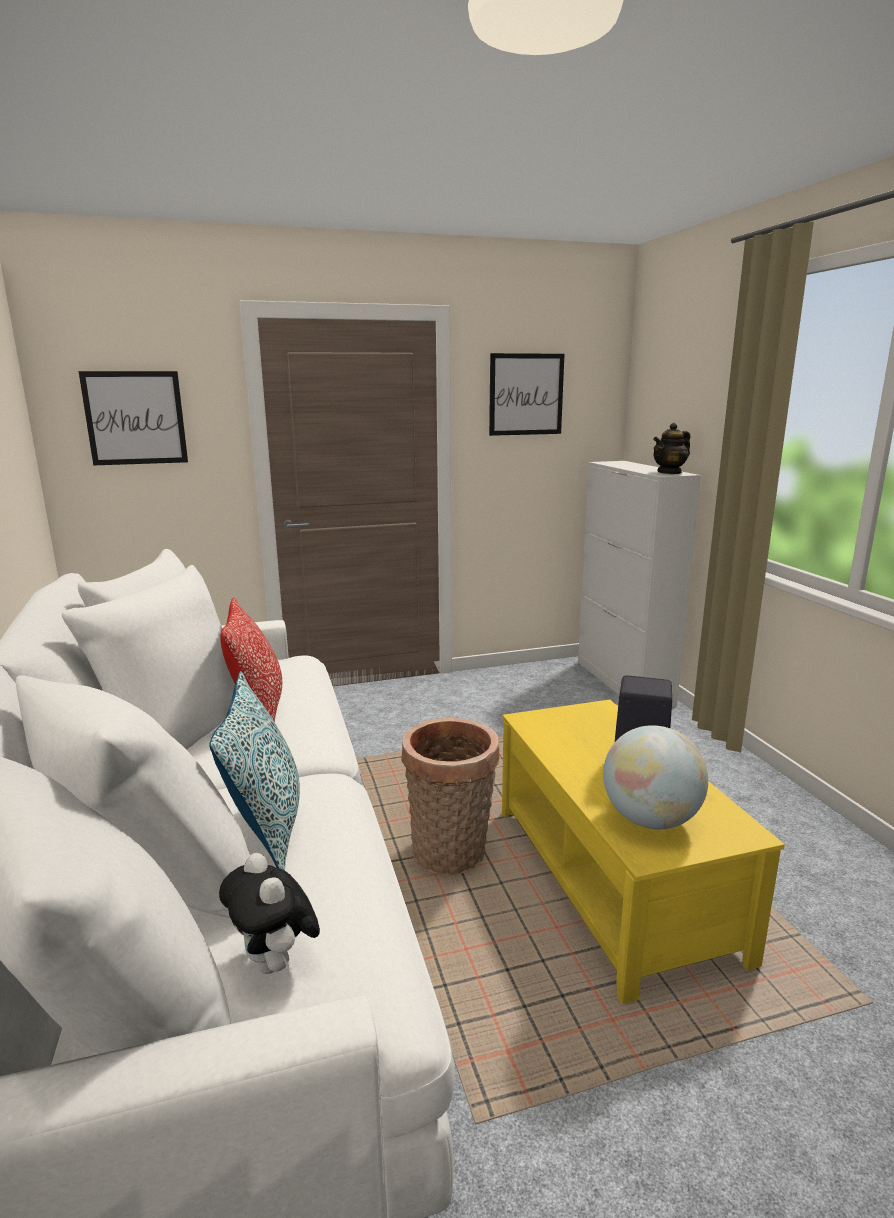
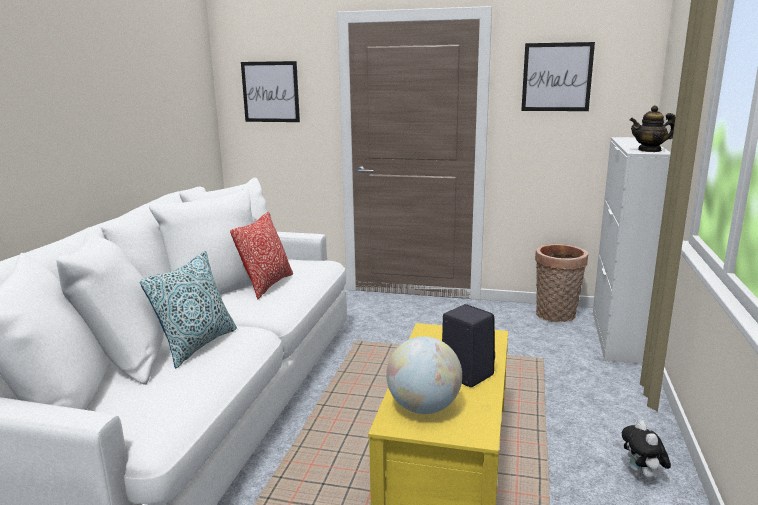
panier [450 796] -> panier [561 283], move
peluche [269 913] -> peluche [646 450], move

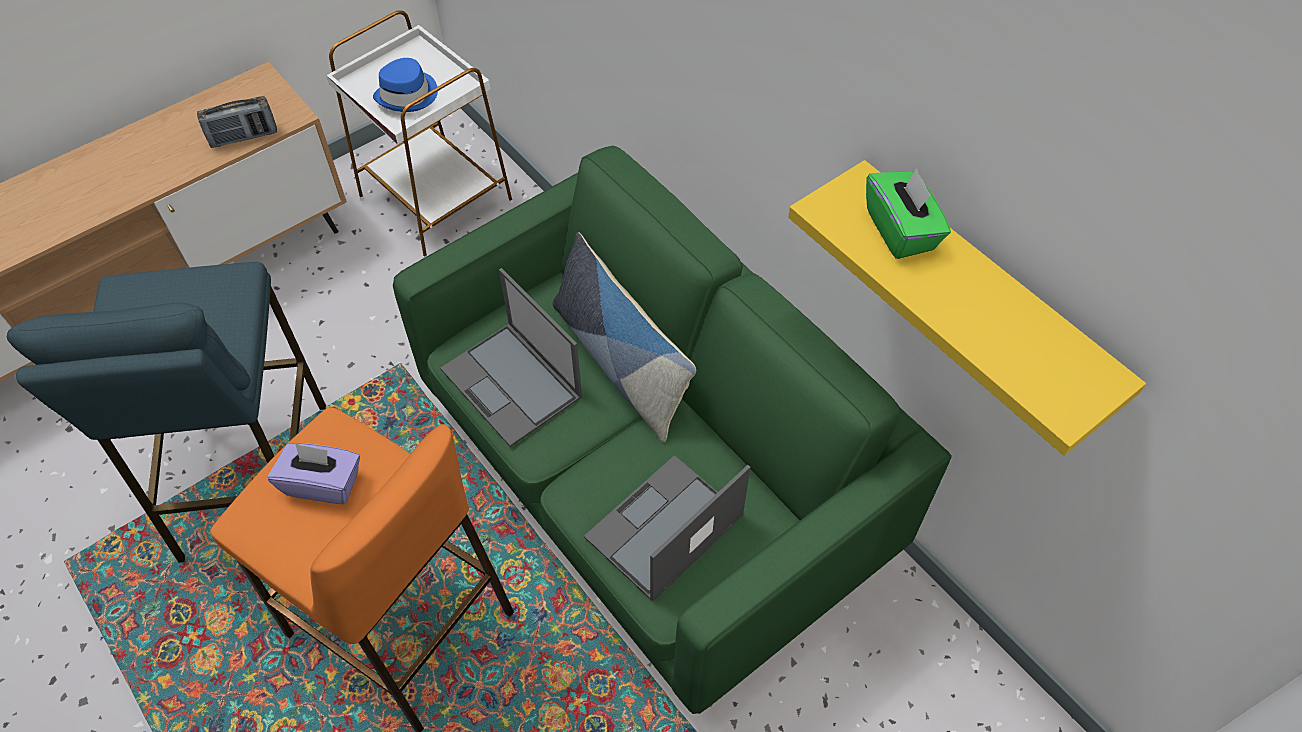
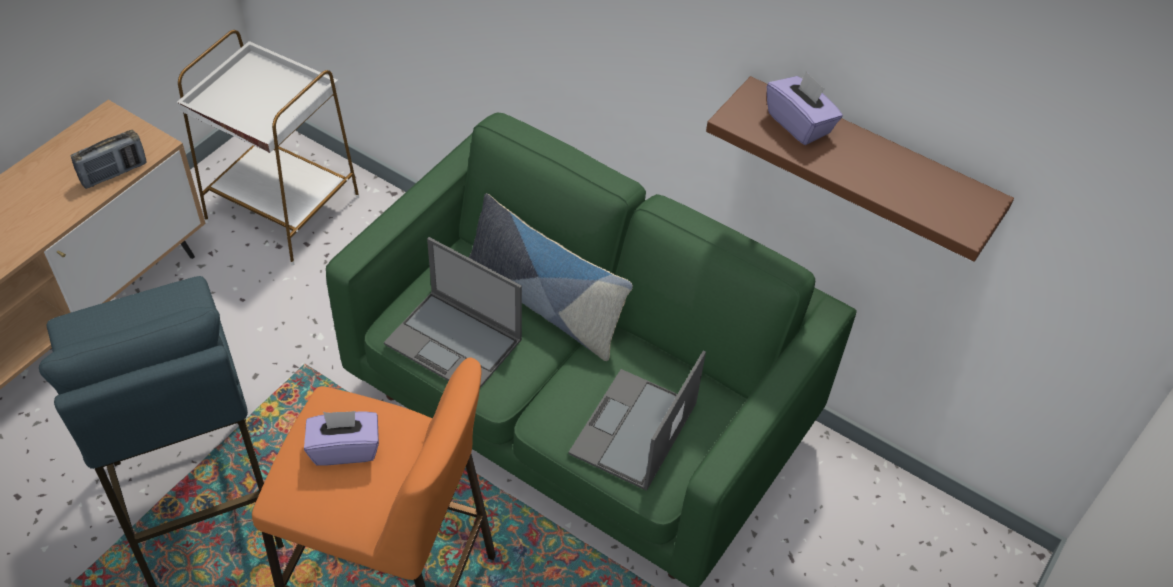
étagère (jaune) [967 308] -> étagère (marron) [860 169]
boîte à mouchoirs (vert) [908 213] -> boîte à mouchoirs (violet) [805 108]
chapeau (bleu) [405 85] -> none

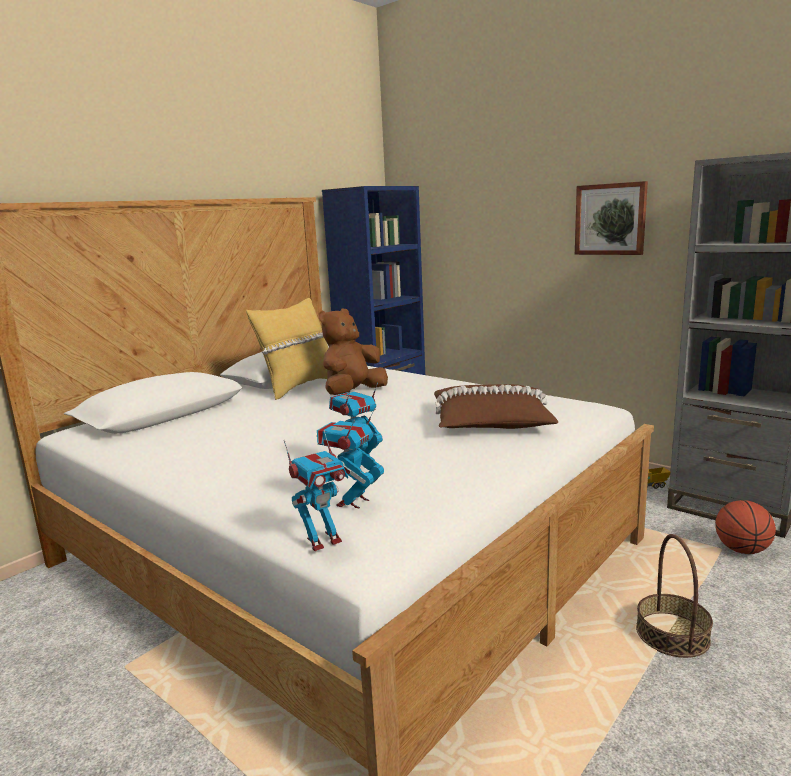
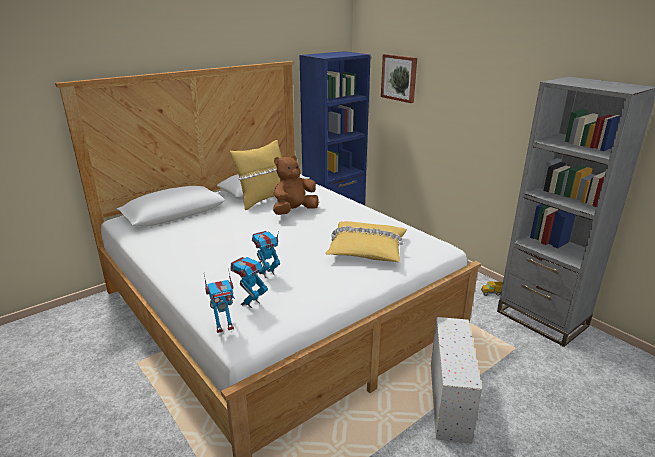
coussin (marron) [496 406] -> coussin (jaune) [366 241]
tableau [611 218] -> tableau [399 78], move
panier [674 596] -> boîte de rangement (blanc) [456 380]
ballon de basket [745 527] -> none

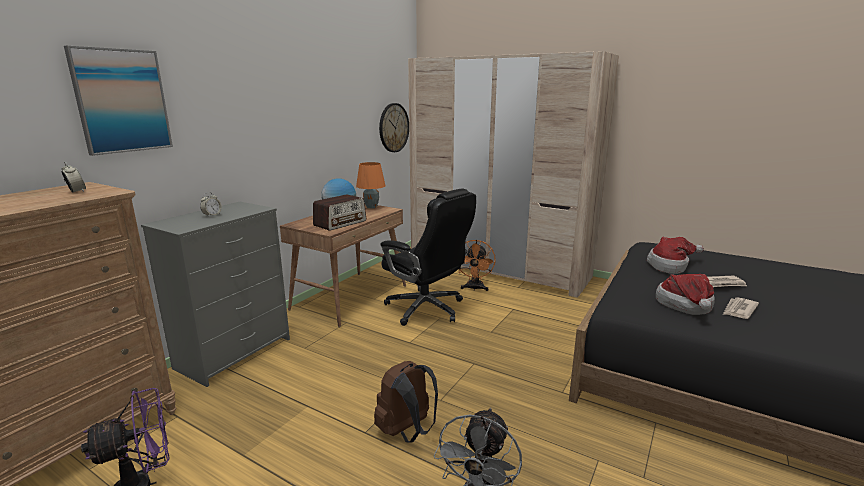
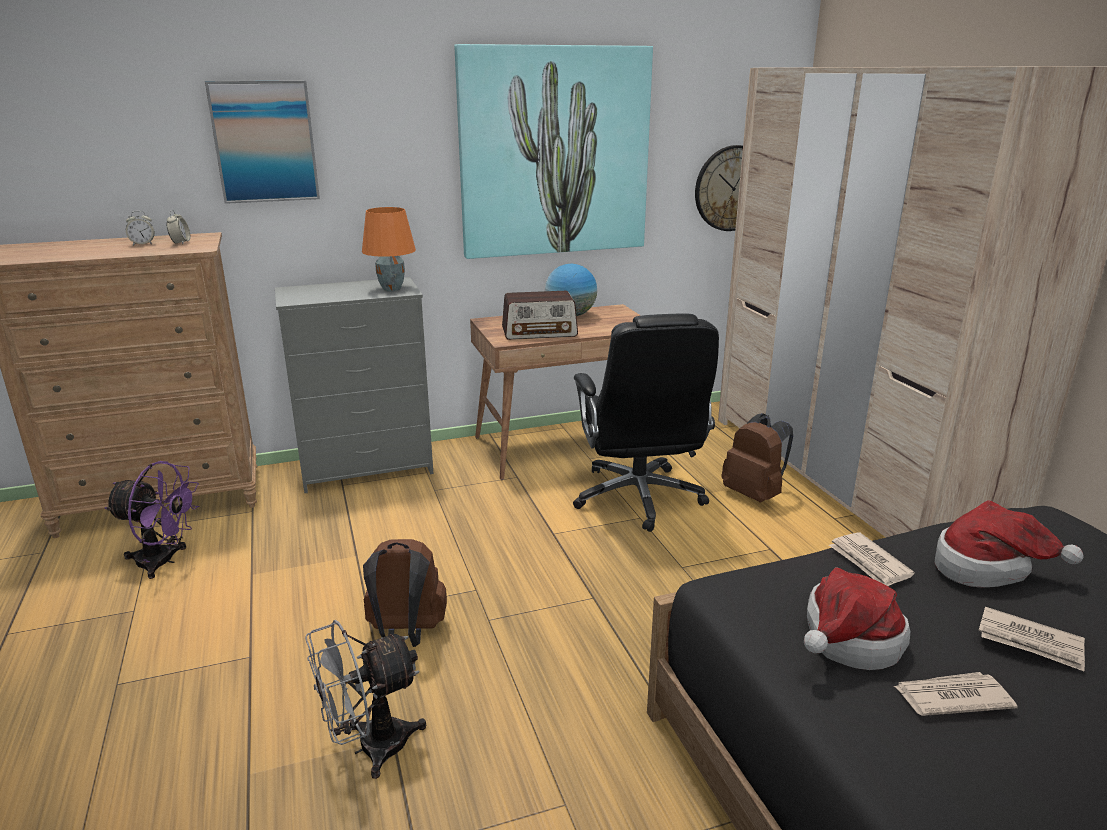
réveil [211 204] -> réveil [140 228], move
lampe de table (orange) [371 185] -> lampe de table (orange) [389 249], move
none -> tableau [554 151]
ventilateur (orange) [477 265] -> sac à dos (marron) [757 457]
none -> journal [872 559]

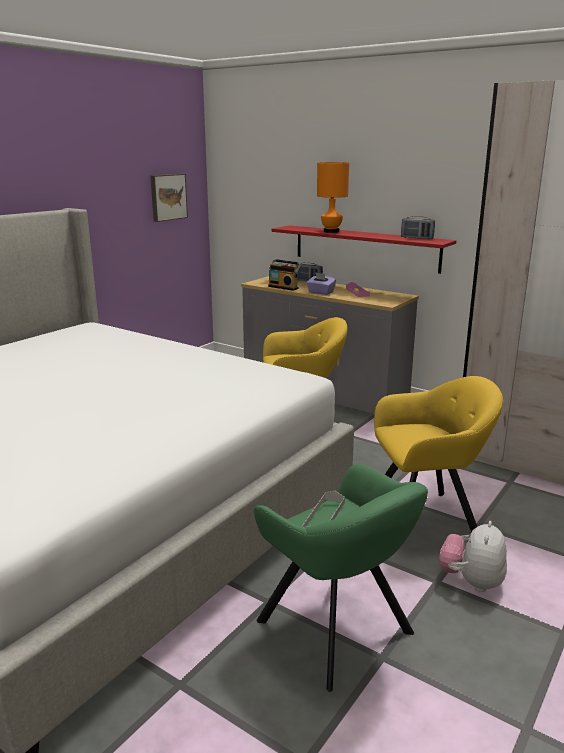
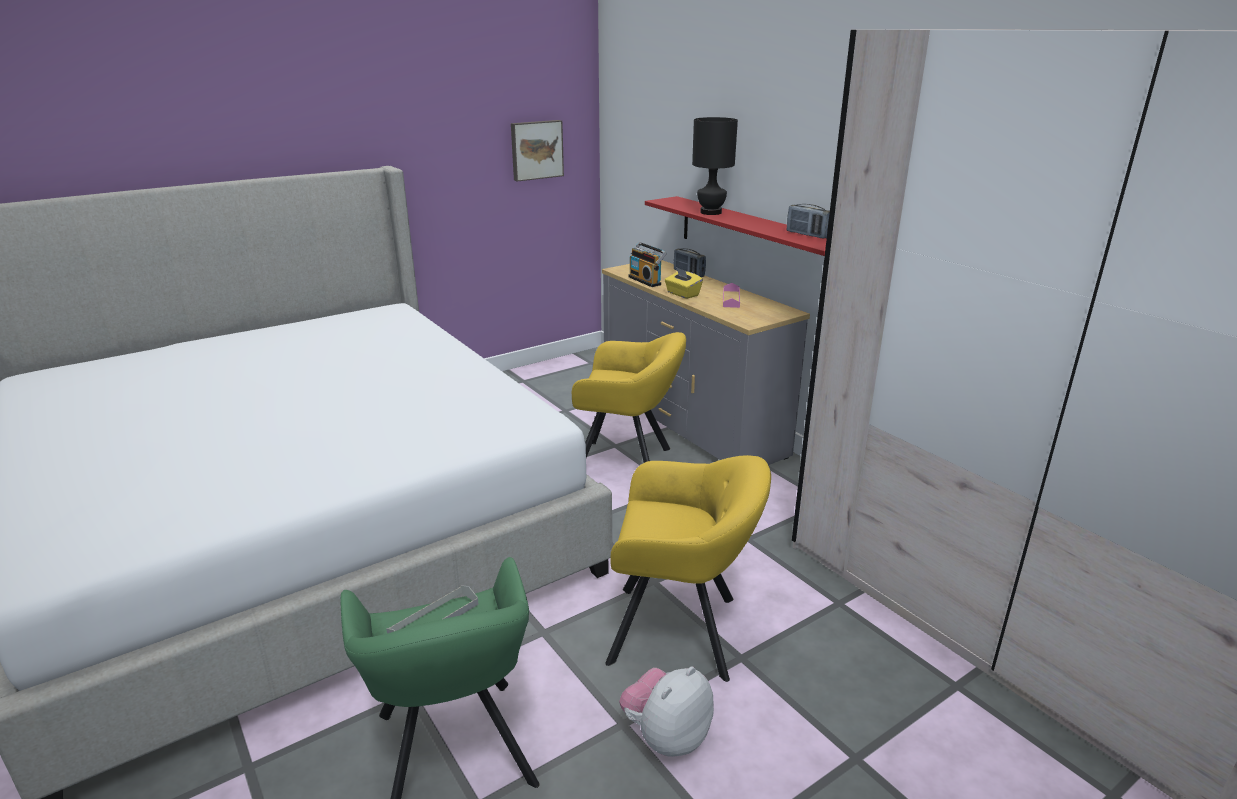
boîte à mouchoirs (violet) [321 283] -> boîte à mouchoirs (jaune) [683 283]
lampe de table (orange) [333 197] -> lampe de table (noir) [715 166]

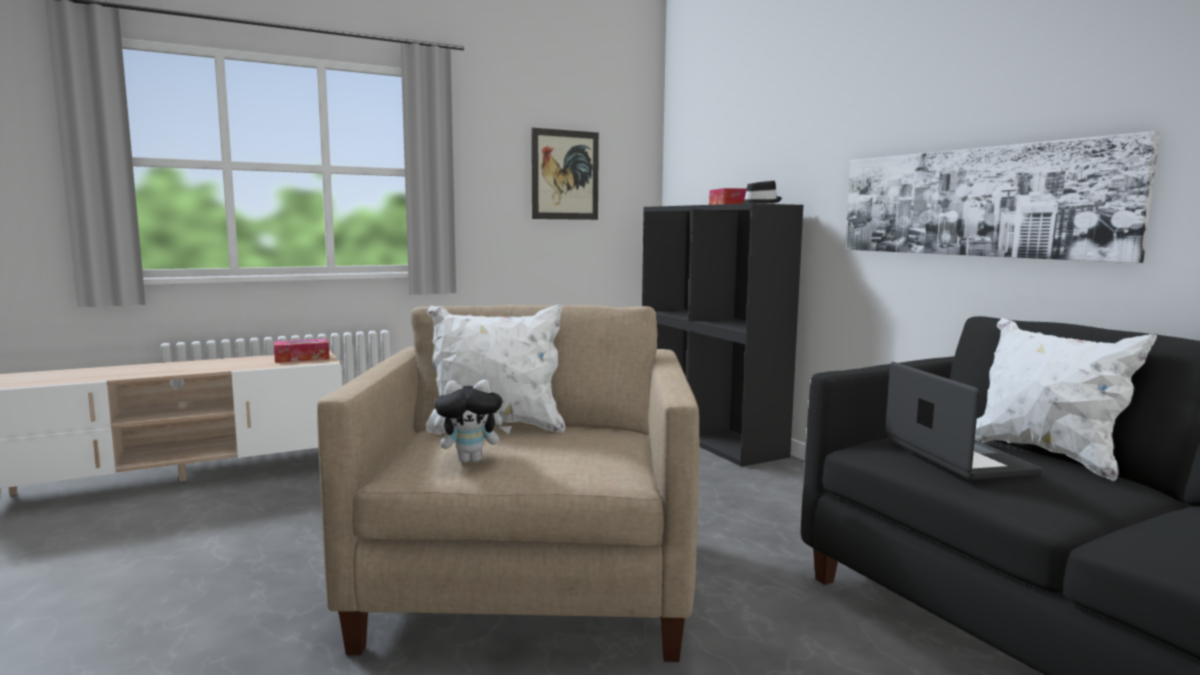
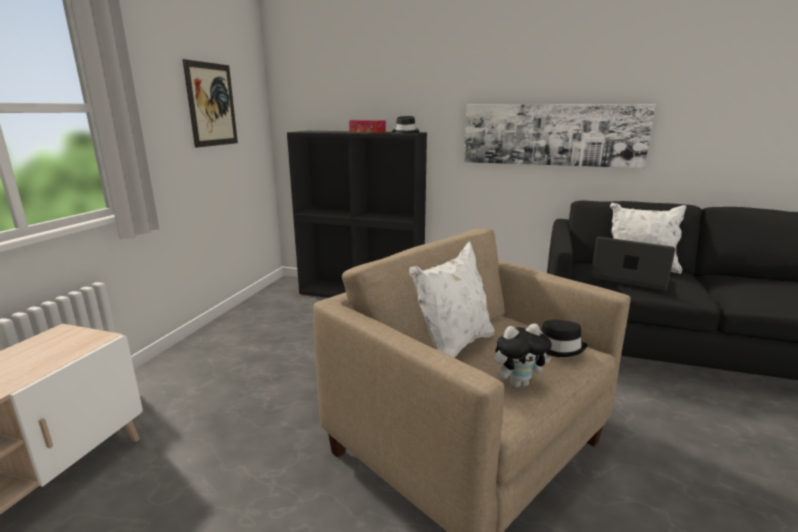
peluche [473 421] -> peluche [523 356], 45 degrees clockwise
none -> chapeau (noir) [563 338]
boîte à mouchoirs [301 351] -> none

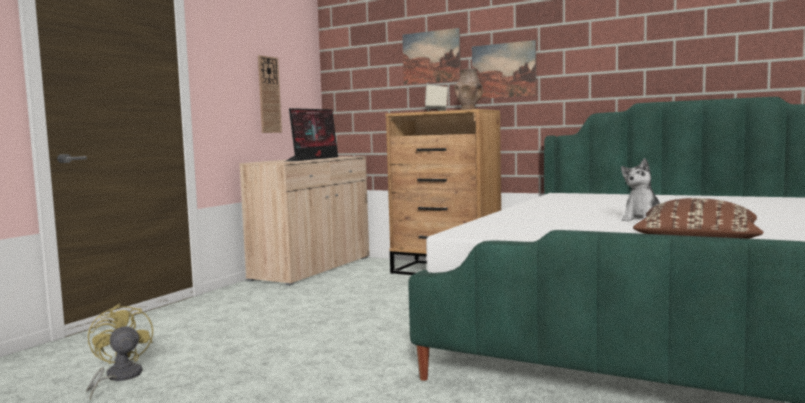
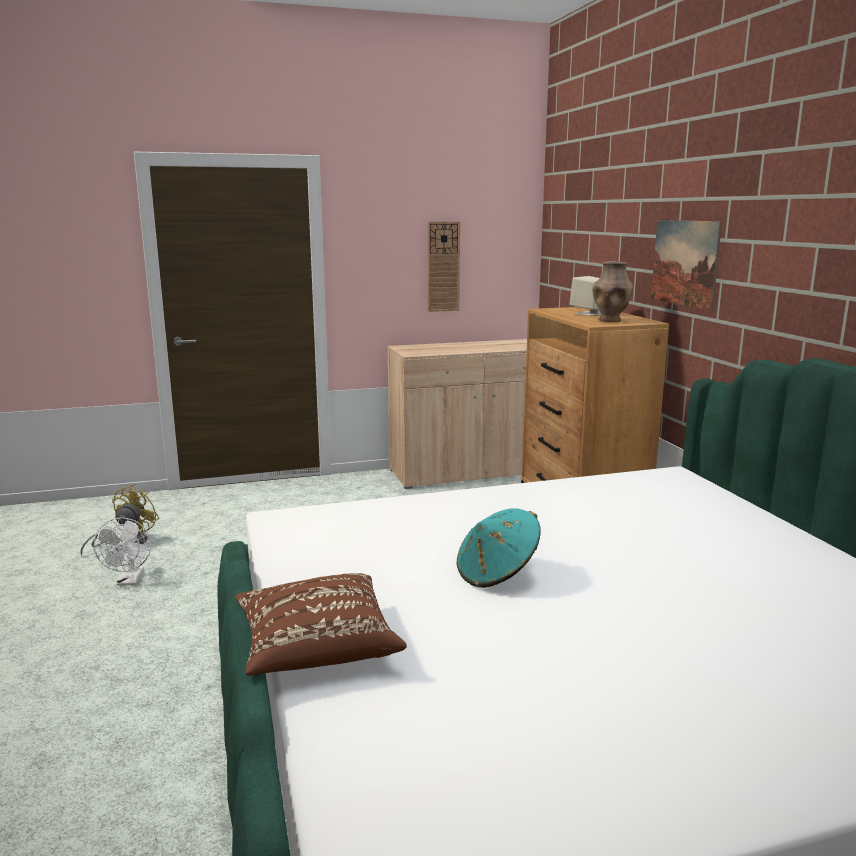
none -> ventilateur (blanc) [122 551]
peluche [640 189] -> chapeau (turquoise) [499 548]
écran d'ordinateur [312 134] -> none
tableau [431 56] -> none

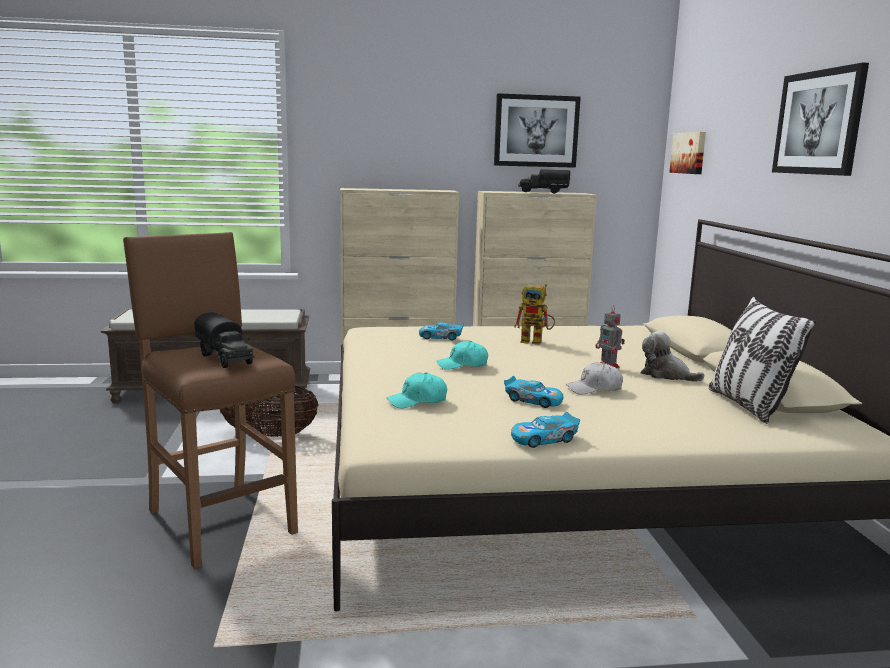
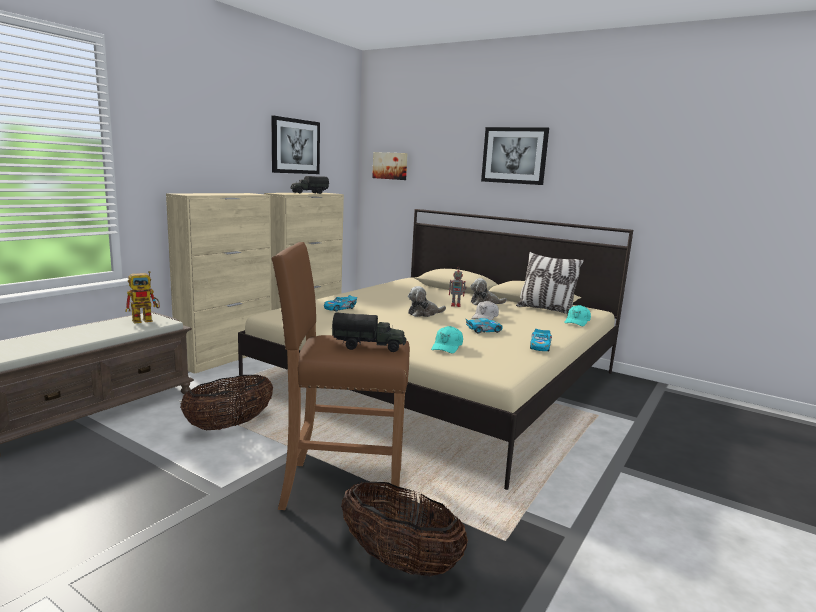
robot jouet [534 314] -> robot jouet [142 297], move
none -> panier [404 528]
none -> peluche [427 301]
casquette (turquoise) [462 355] -> casquette (turquoise) [577 315], move

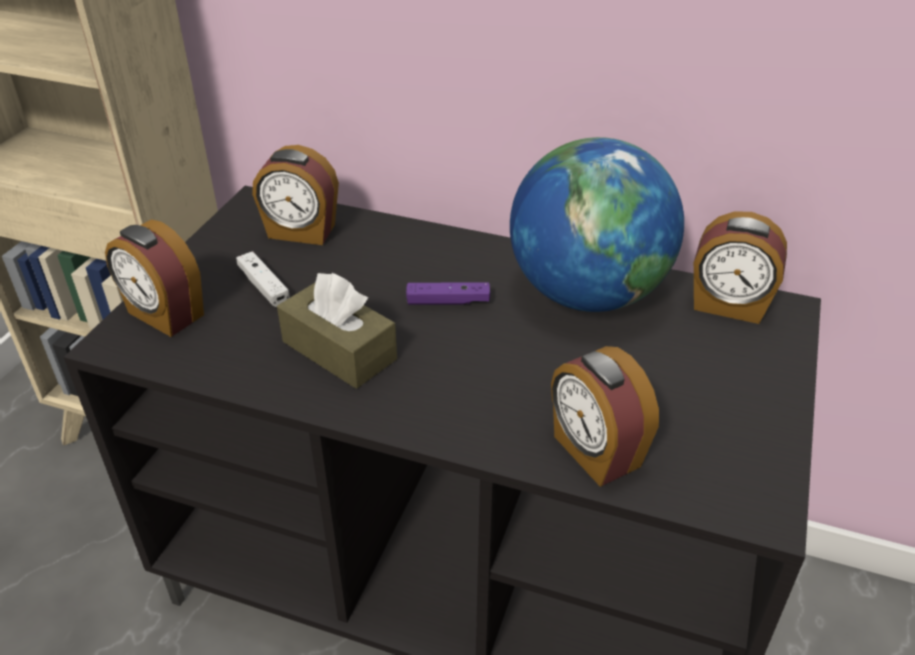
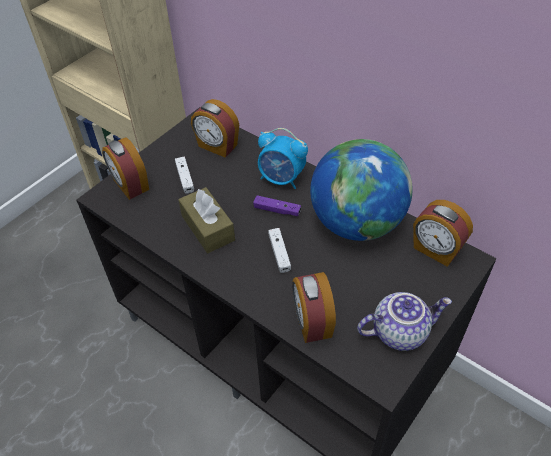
none -> réveil [283 158]
none -> manette (blanc) [279 250]
none -> théière [404 321]

